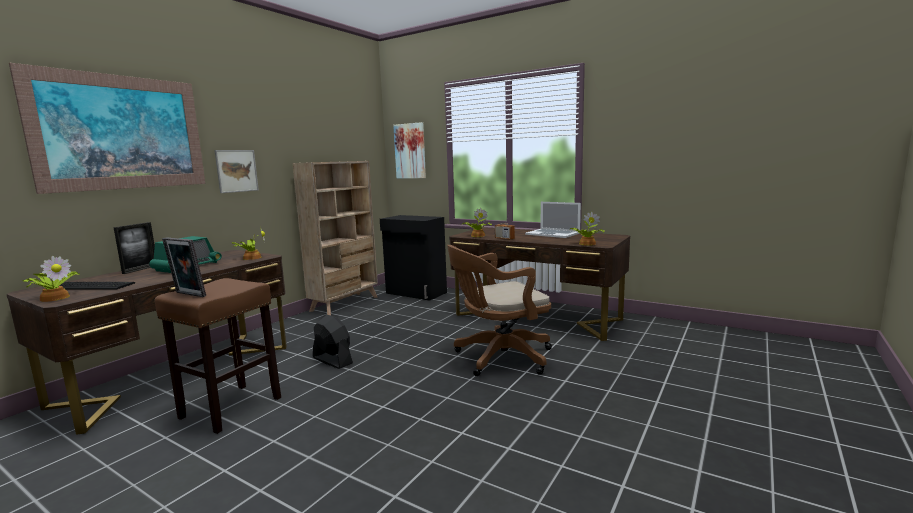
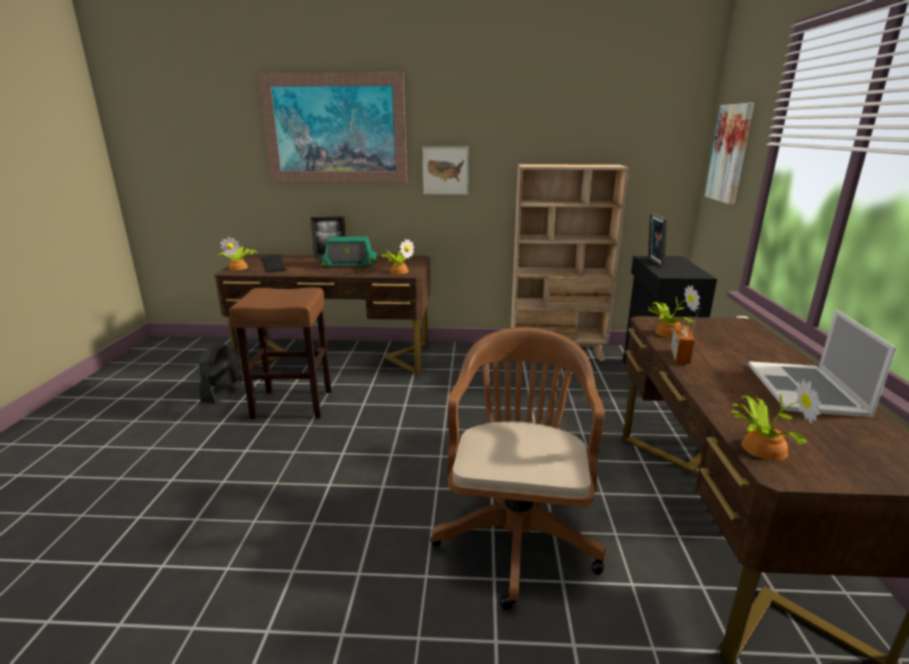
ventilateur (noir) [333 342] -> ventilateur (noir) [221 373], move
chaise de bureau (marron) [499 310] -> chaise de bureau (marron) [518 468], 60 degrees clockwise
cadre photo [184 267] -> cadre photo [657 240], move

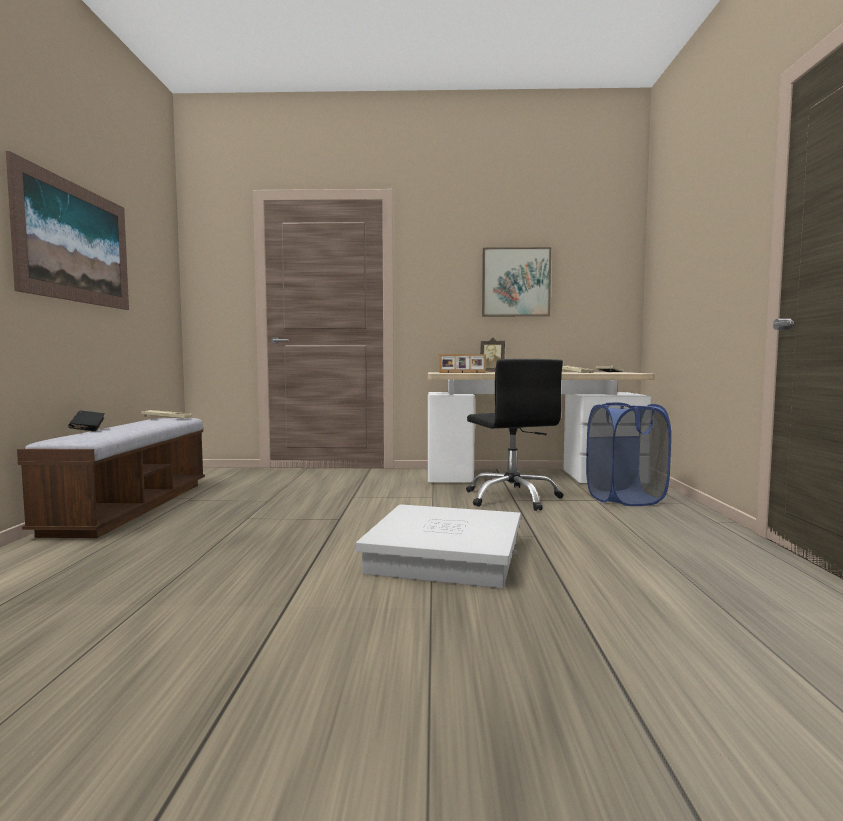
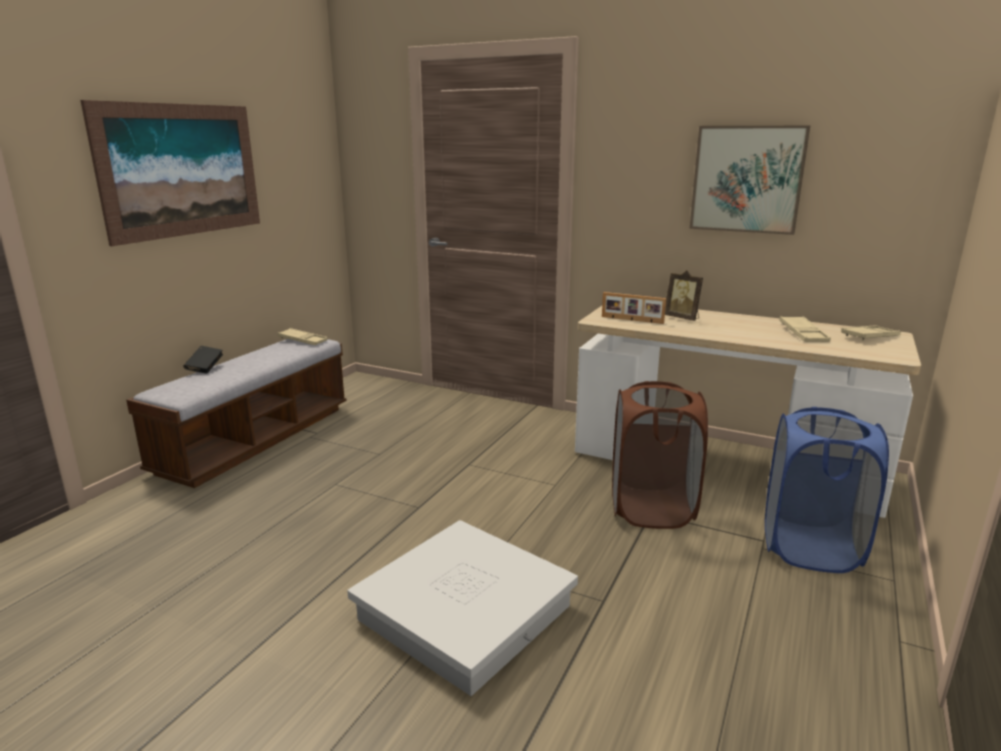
chaise de bureau (noir) [514 435] -> panier à linge (marron) [660 455]

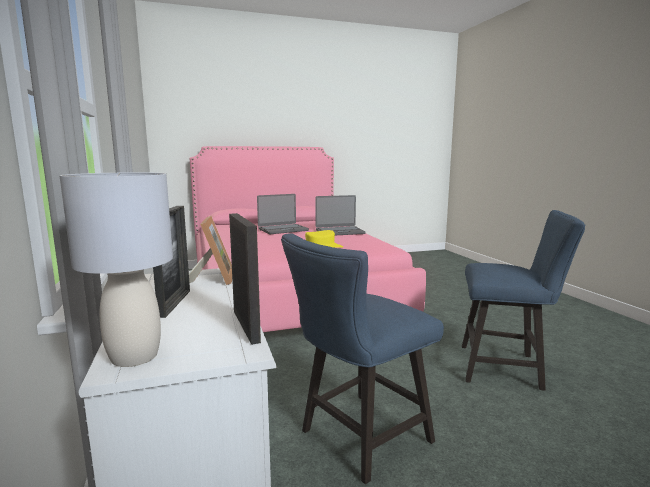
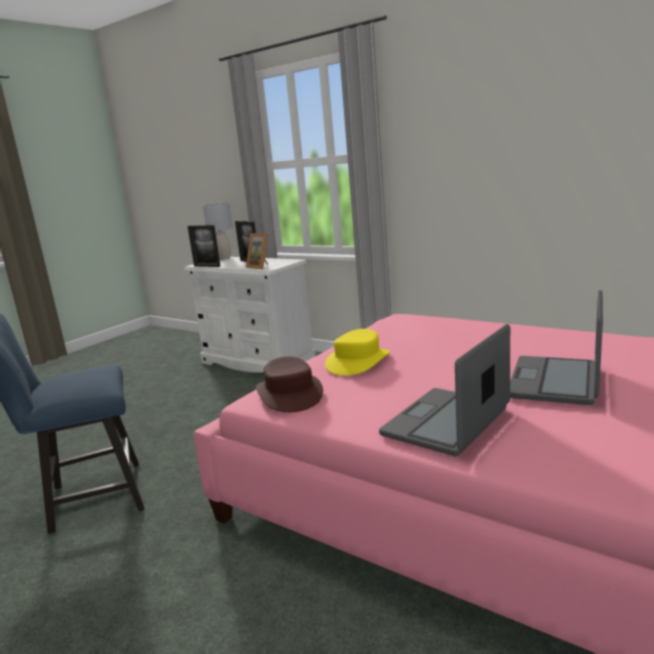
none -> chapeau (marron) [289 384]
chaise (bleu) [362 358] -> none

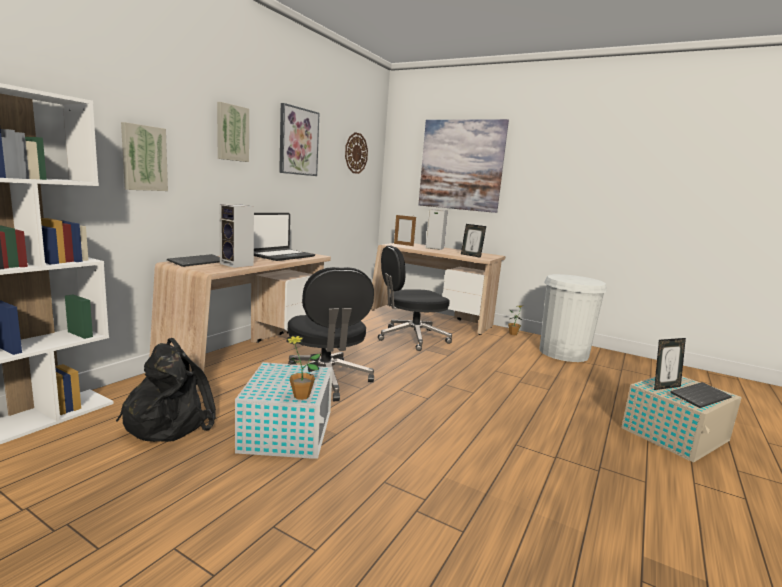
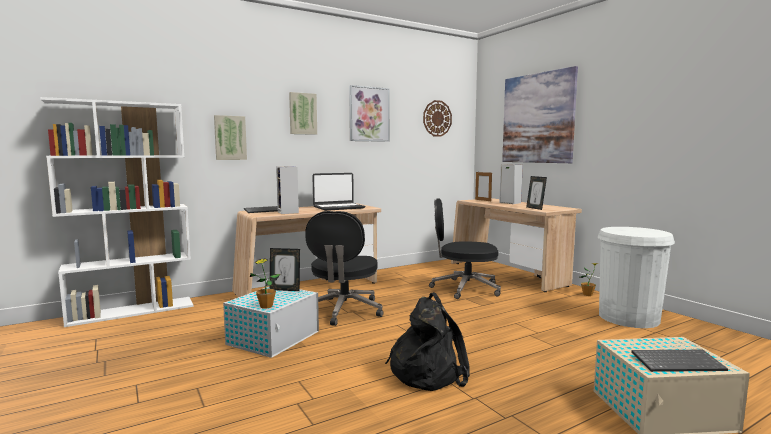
cadre photo [670 364] -> cadre photo [284 269], move
sac à dos (noir) [166 390] -> sac à dos (noir) [427 341], move

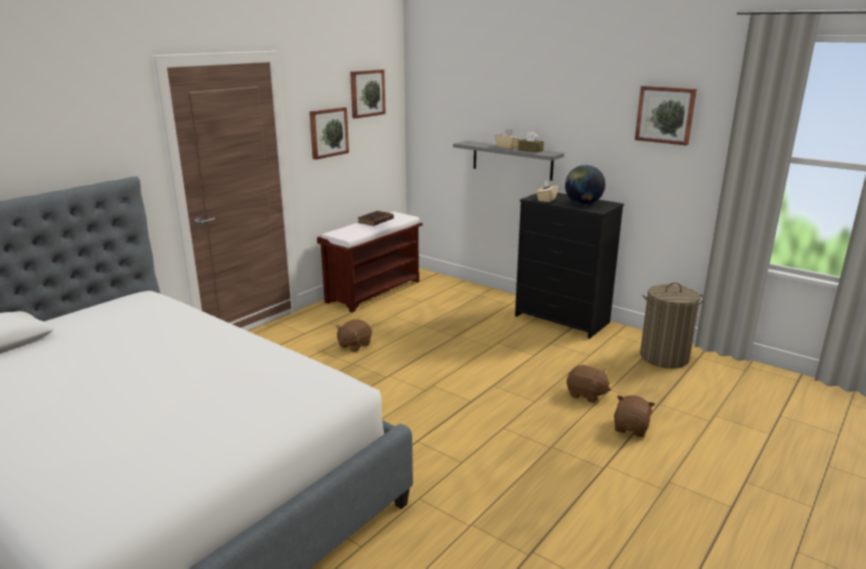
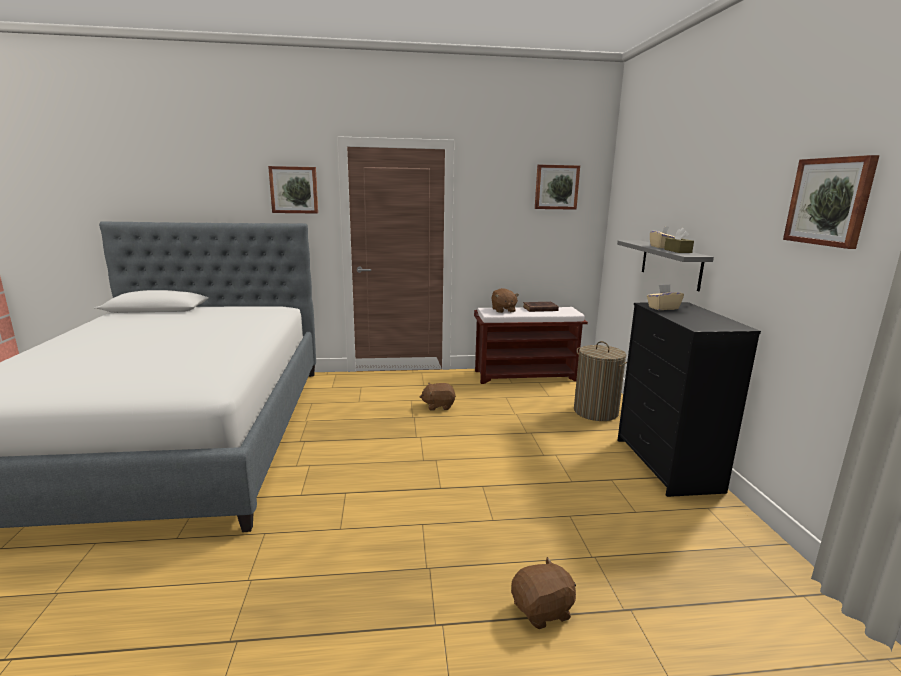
tableau [329 133] -> tableau [293 190], move
peluche (marron) [589 384] -> peluche (marron) [505 300], move
panier à linge [672 325] -> panier à linge [600 381], move
globe [585 185] -> none

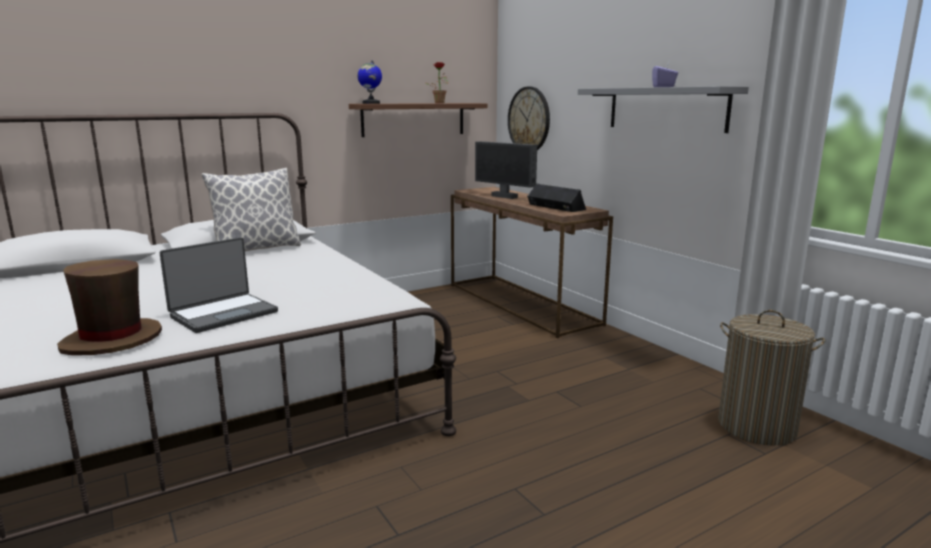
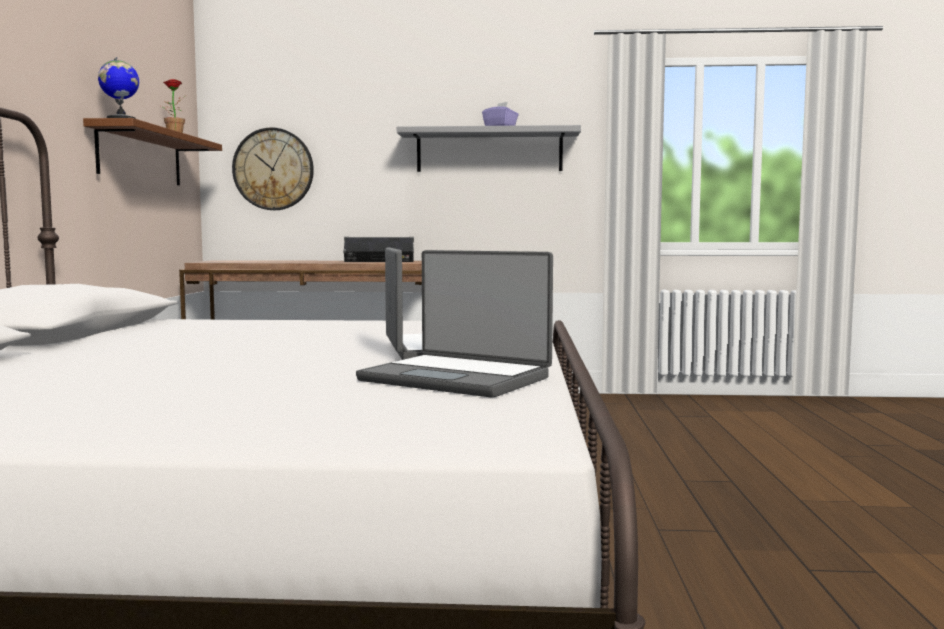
chapeau (marron) [109 307] -> ordinateur portable [454 324]
coussin [251 209] -> none
écran d'ordinateur [506 170] -> none
panier à linge [771 377] -> none

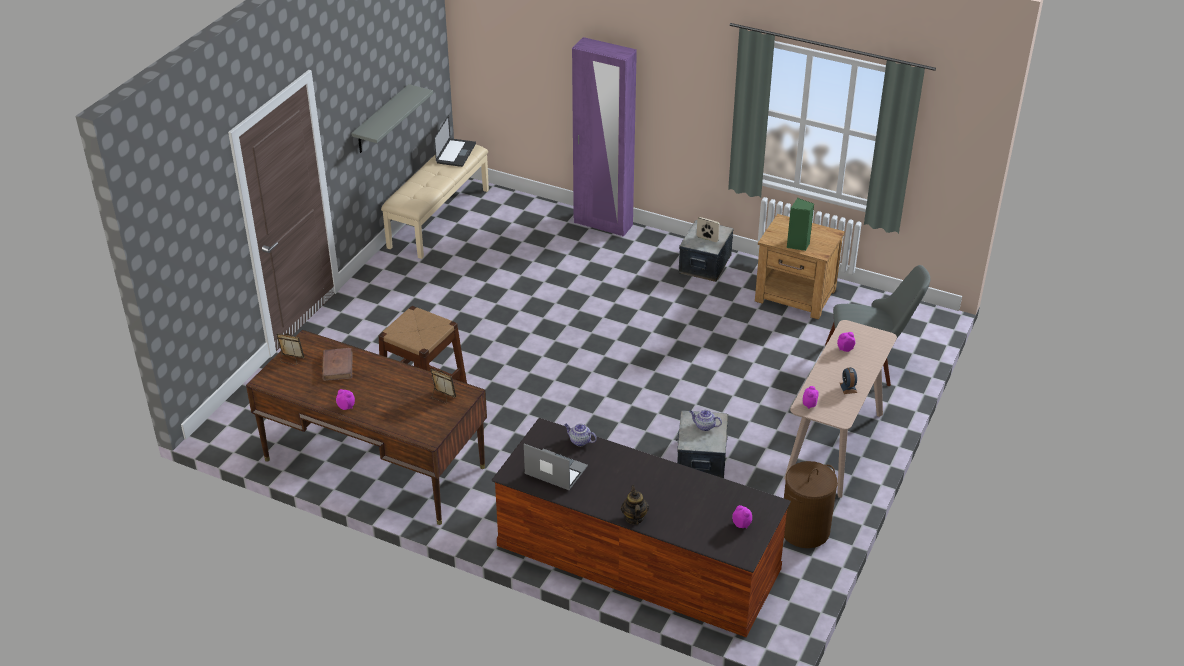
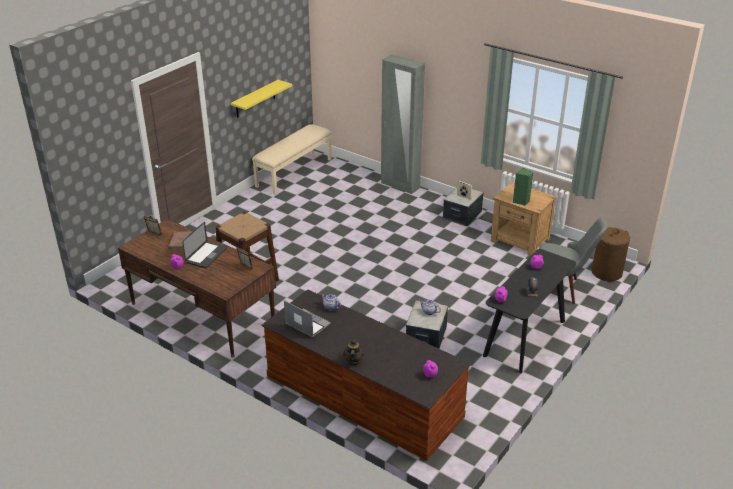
ordinateur portable [455 141] -> ordinateur portable [204 245], move
étagère (gris) [392 118] -> étagère (jaune) [261 99]
armoire (violet) [604 137] -> armoire (gris) [403 124]
table console (beige) [840 409] -> table console (noir) [529 311]
panier à linge (marron) [811 504] -> panier à linge (marron) [611 254], move

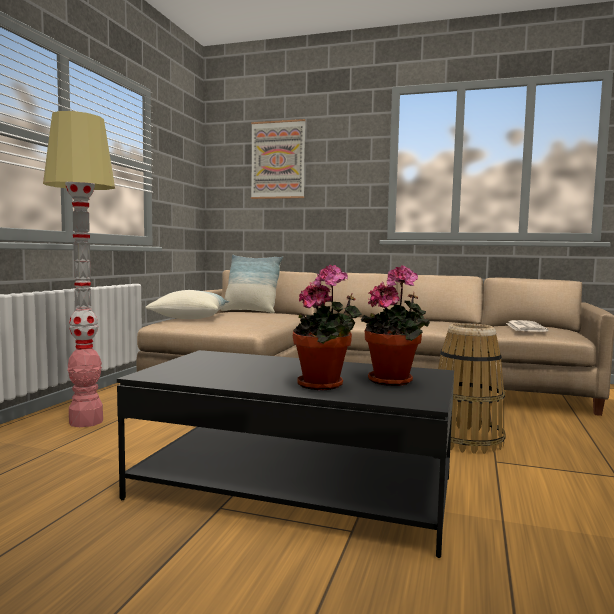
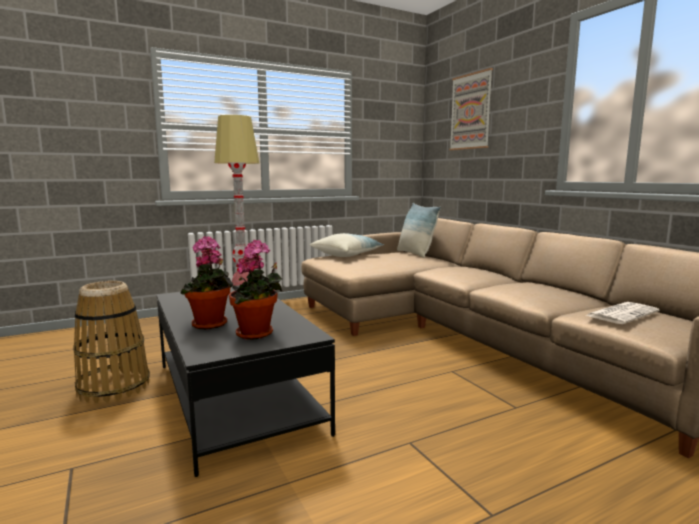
panier [472 388] -> panier [111 342], move

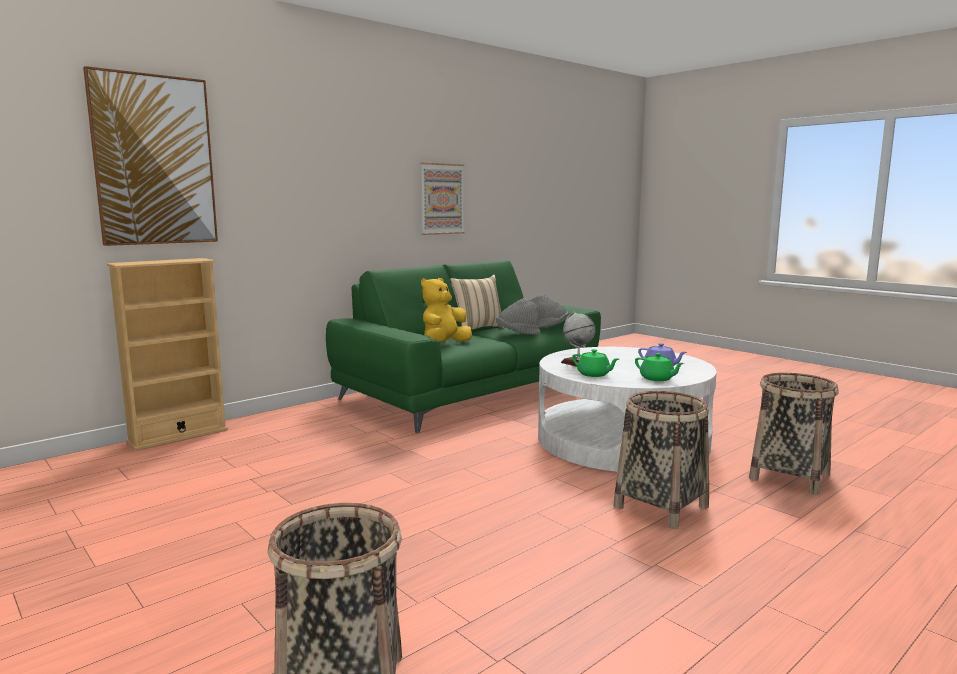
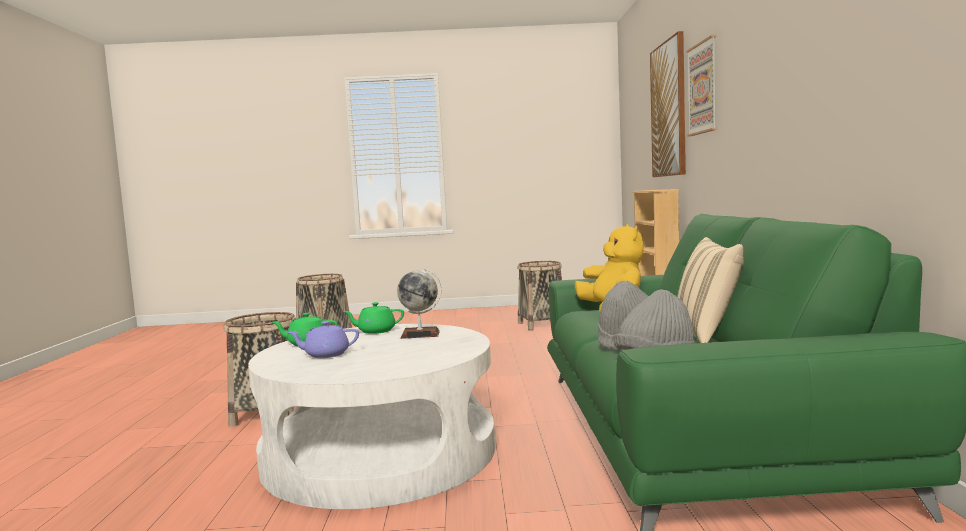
panier [794 434] -> panier [539 295], move
tableau [443 199] -> tableau [701 85], move

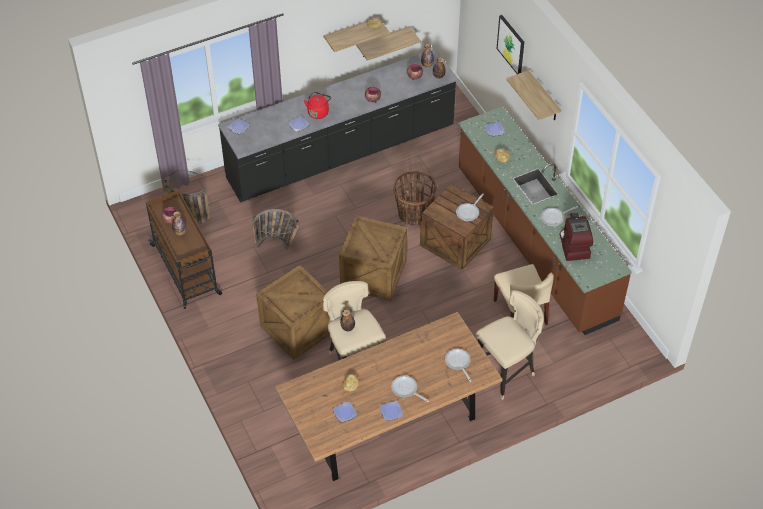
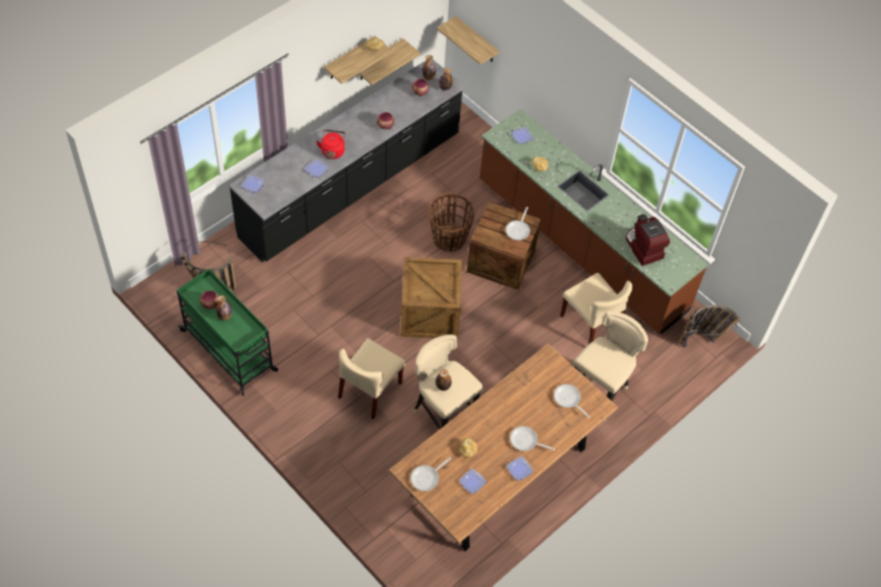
chariot (marron) [184 249] -> chariot (vert) [227 332]
caisse [293 312] -> chaise (beige) [372 379]
poêle [559 216] -> poêle [430 474], move
étagère [533 95] -> étagère [468 40], move
panier [276 229] -> panier [710 326], move
tableau [510 44] -> none

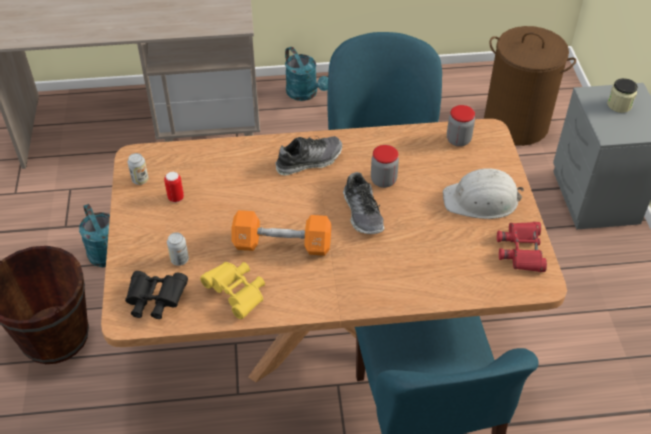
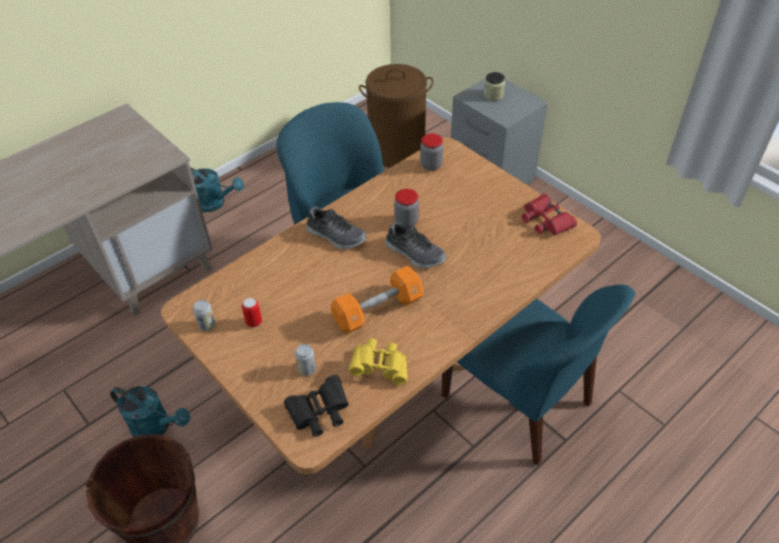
chaussure [309 155] -> chaussure [336 227], 90 degrees clockwise
casque de chantier (blanc) [483 193] -> none

